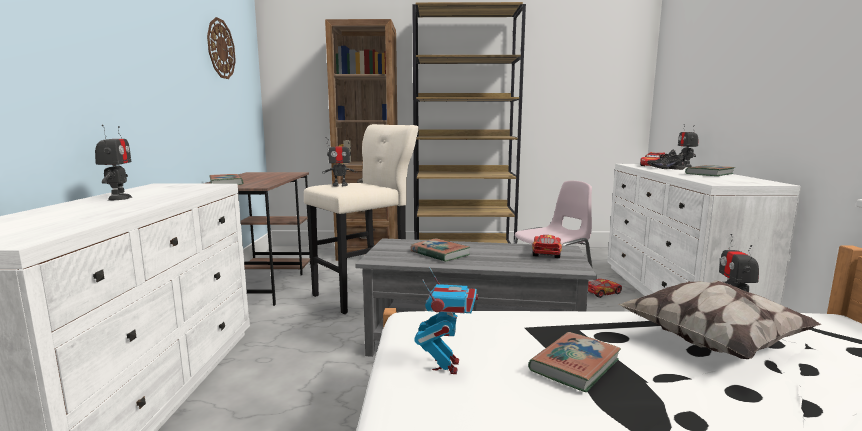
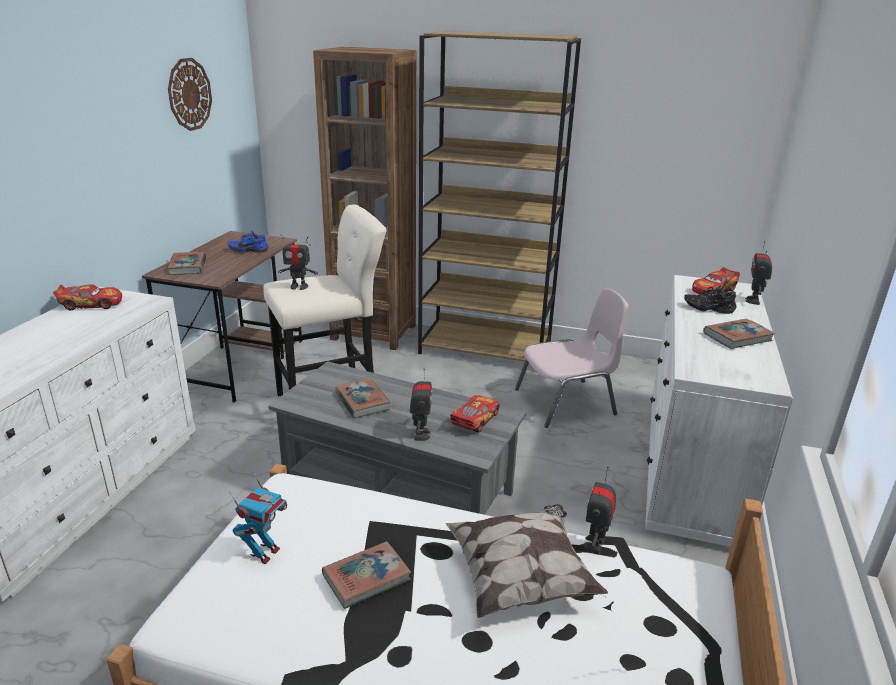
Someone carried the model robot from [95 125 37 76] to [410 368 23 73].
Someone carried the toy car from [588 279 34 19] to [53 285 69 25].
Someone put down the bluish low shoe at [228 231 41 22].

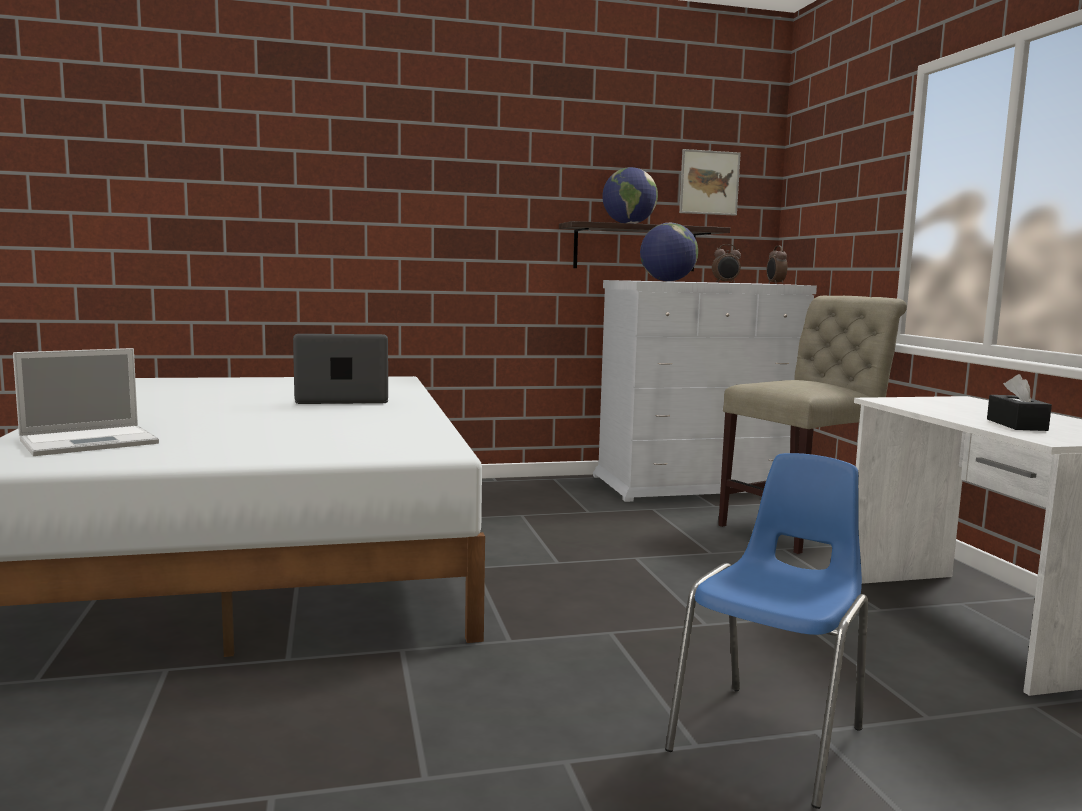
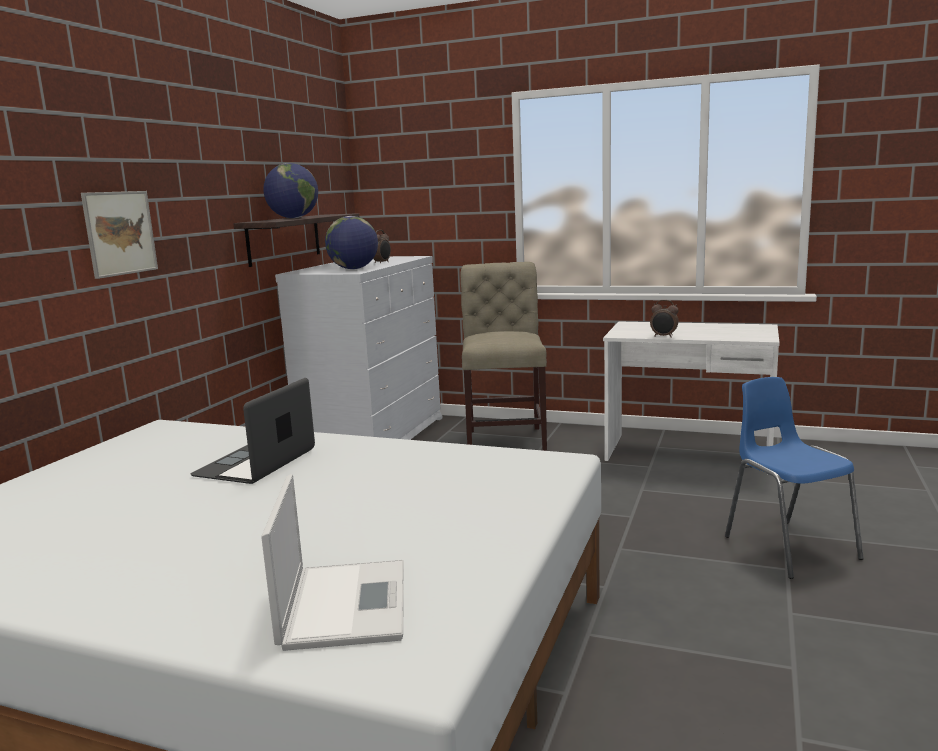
Someone carried the wall art from [679 149 62 67] to [81 191 77 88].
Someone carried the table clock from [766 246 21 38] to [650 300 29 38].
Someone took away the black-coloured tissue holder at [987 374 65 57].

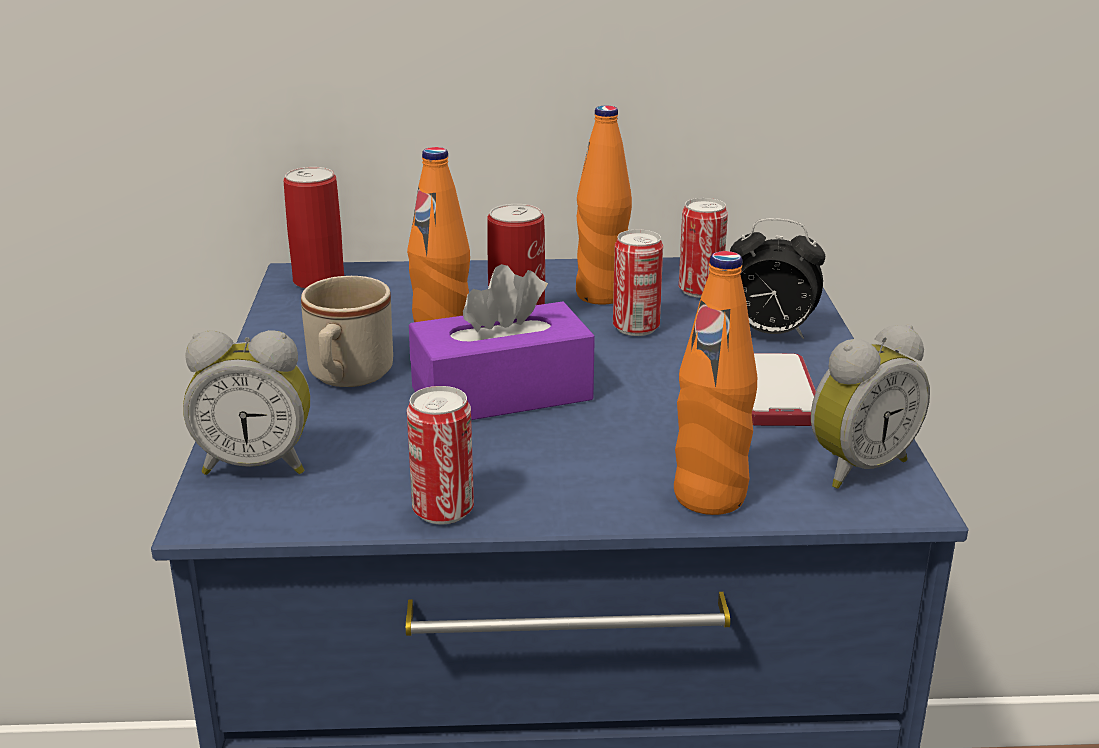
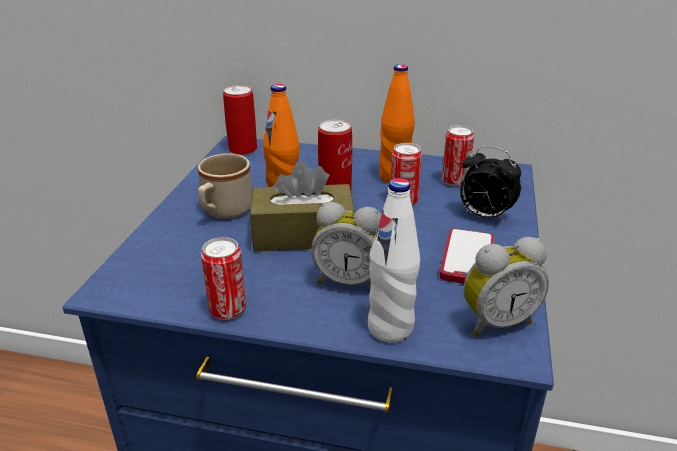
Someone carried the table clock from [183 330 127 145] to [311 202 70 86].
Someone repainted the purple tissue holder at [409 264 186 156], which became the brownish tissue holder at [250 161 105 90].
Someone repainted the orange beverage bottle at [674 251 83 264], which became the white beverage bottle at [368 178 52 165].

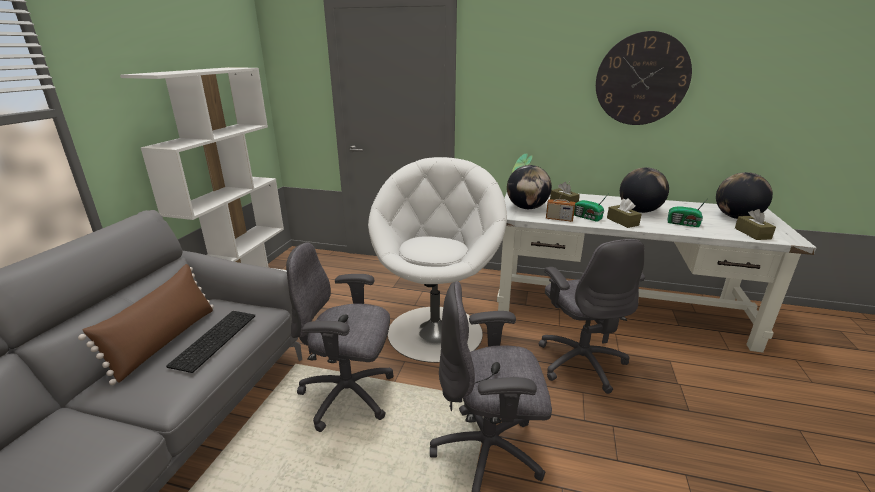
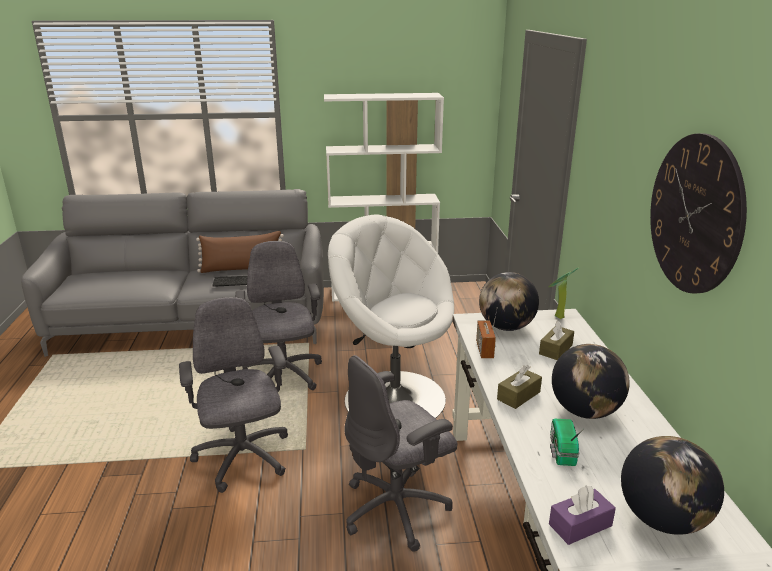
Someone rotated the white lounge chair at [368 157 139 206] by 135 degrees counterclockwise.
Someone took away the radio receiver at [574 196 33 26].
Someone repainted the brownish tissue holder at [735 209 41 31], which became the purple tissue holder at [549 486 67 59].

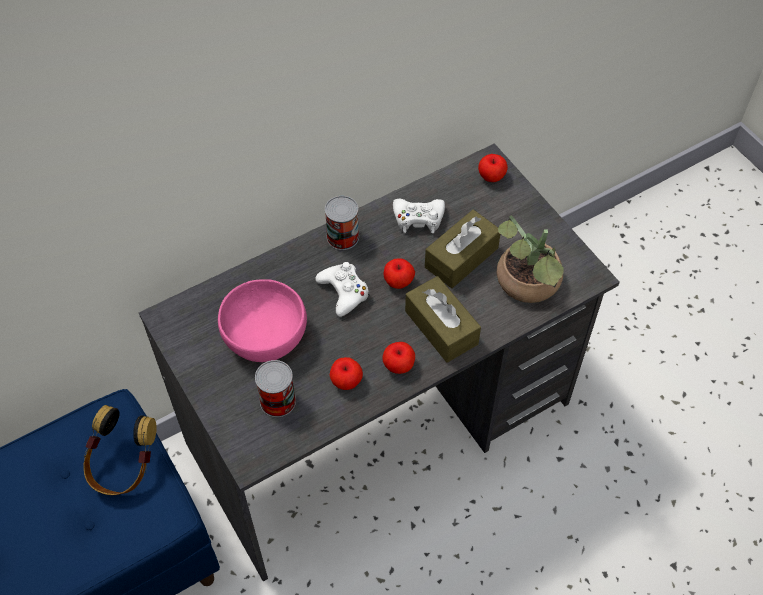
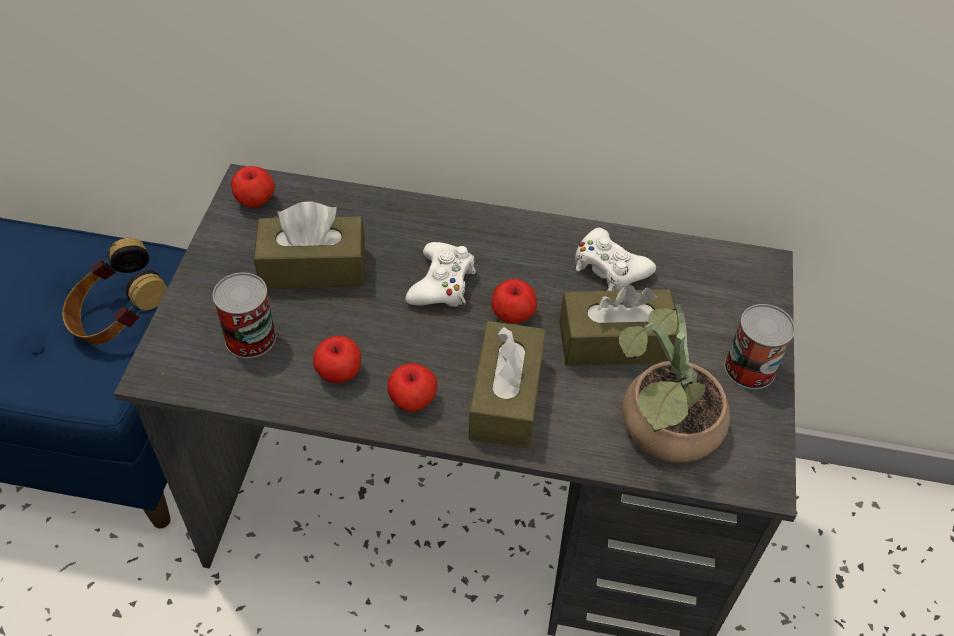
Someone swapped the pink deep dish at [218 279 89 83] for the brownish tissue holder at [254 201 111 88].
Someone carried the can from [325 196 34 54] to [724 304 71 86].
Someone carried the apple fruit from [478 154 30 28] to [231 166 44 42].

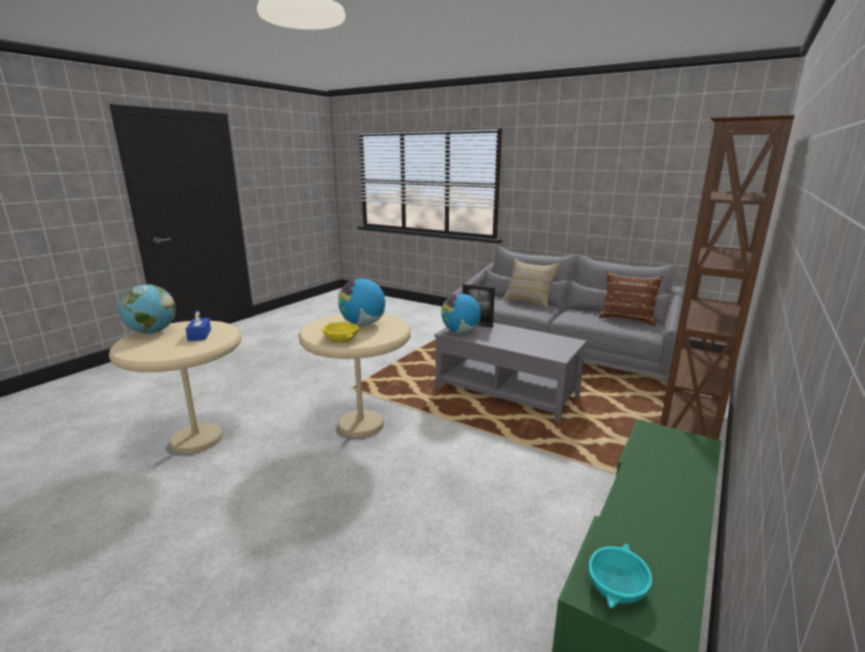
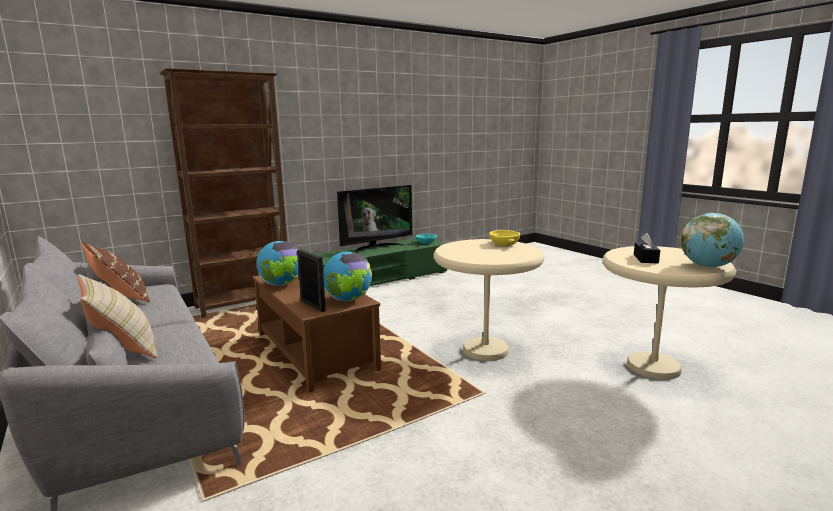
Someone repainted the bluish tissue holder at [186 311 25 30], which became the black-coloured tissue holder at [634 233 26 30].
Someone carried the world globe from [338 278 47 48] to [256 241 43 45].
Someone repainted the gray lounge table at [434 323 153 100], which became the brownish lounge table at [253 275 128 118].
Someone put down the TV set at [337 185 75 68].

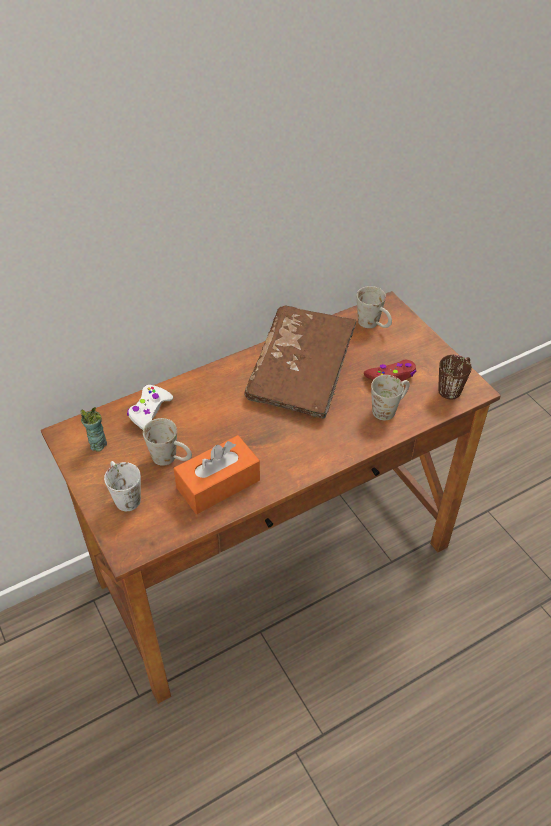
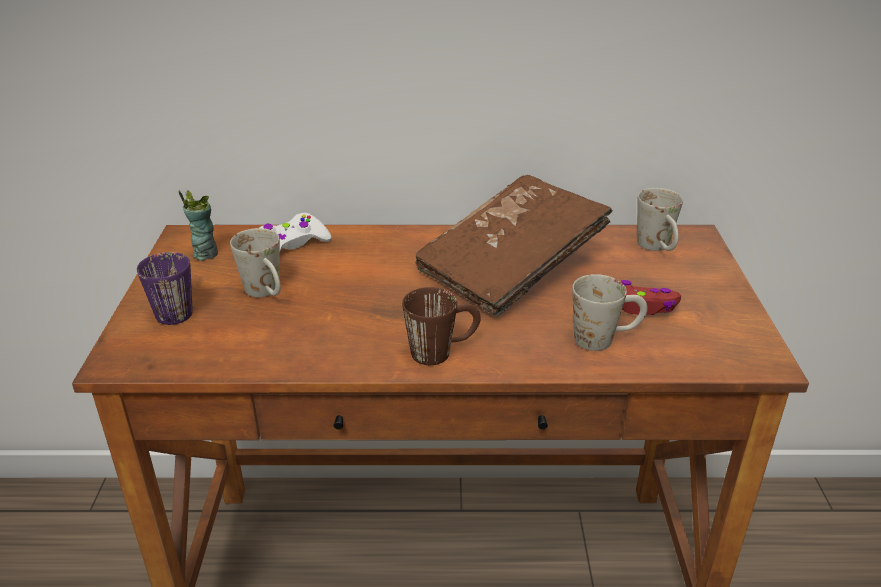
Someone repainted the white tea mug at [104 461 37 50], which became the purple tea mug at [137 252 56 73].
Someone took away the orange tissue holder at [173 435 87 79].
Someone carried the brownish tea mug from [438 355 34 45] to [402 287 79 78].

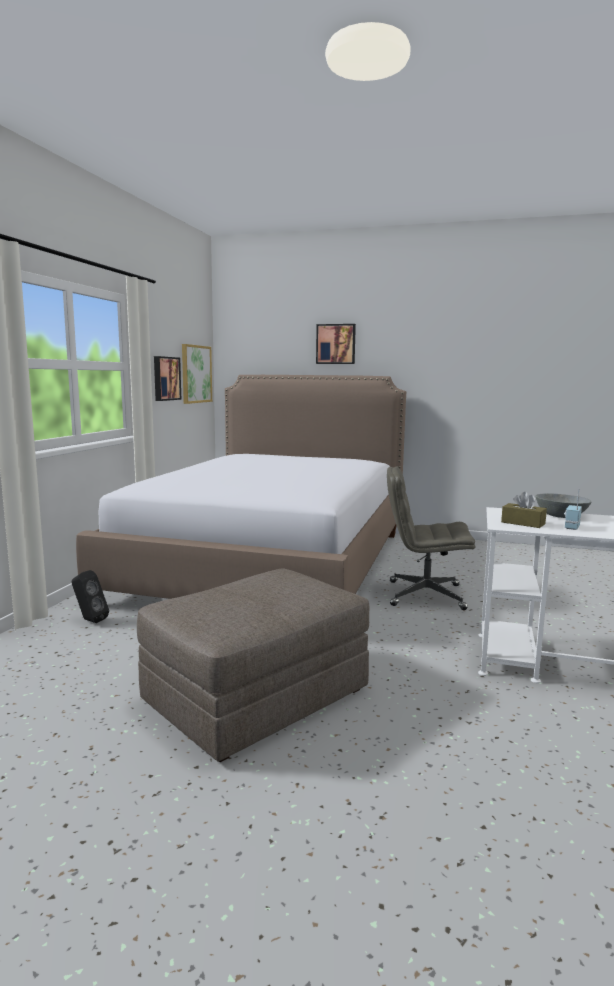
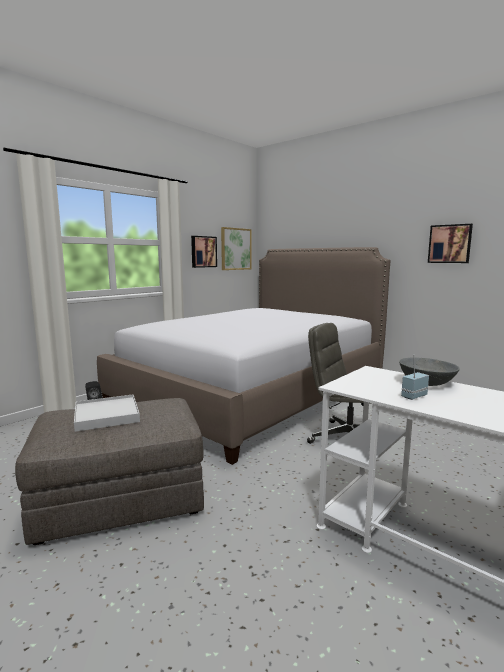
Someone carried the wall art from [316 324 40 40] to [428 224 45 39].
Someone took away the brownish tissue holder at [501 492 46 36].
Someone put down the white carrying tray at [74 395 66 37].

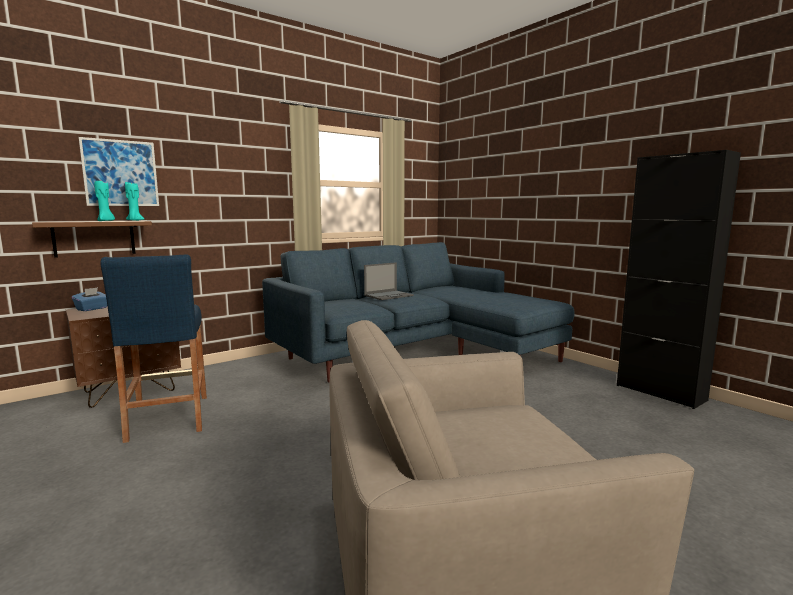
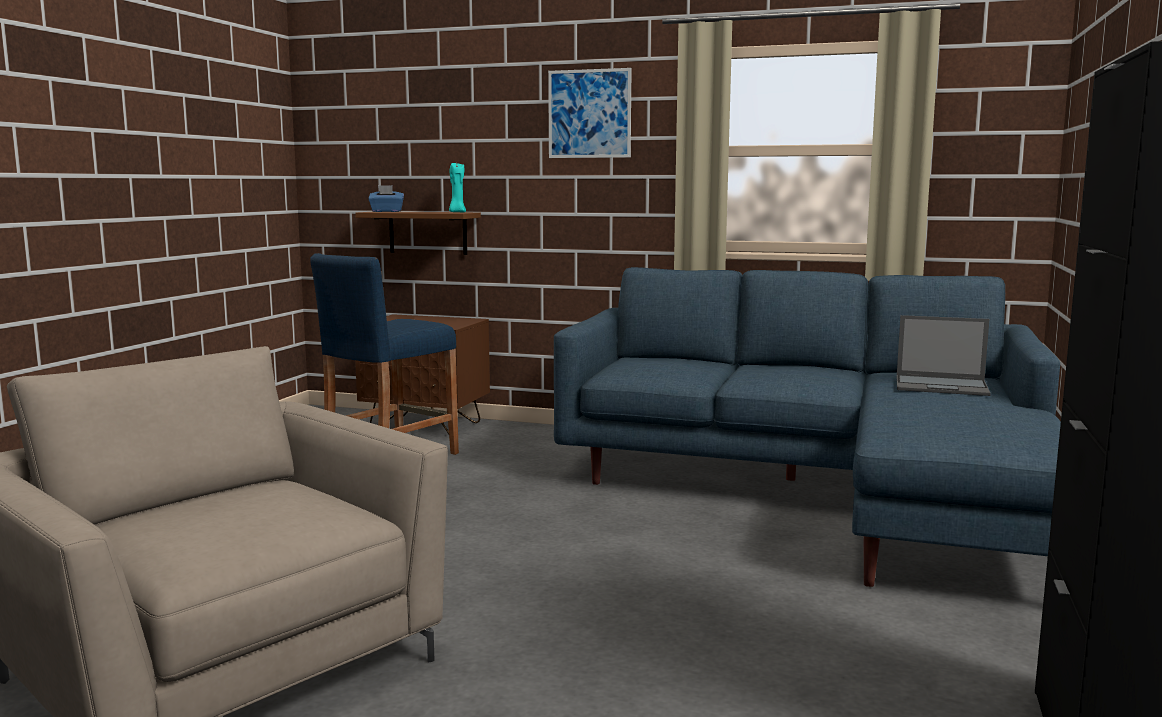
Someone carried the bluish tissue holder from [72 287 35 24] to [369 185 35 27].
Someone carried the wall art from [79 137 80 69] to [548 68 84 90].
Someone took away the blue-green wax candle at [94 181 21 40].
Someone carried the notebook computer from [364 262 50 38] to [897 315 94 81].

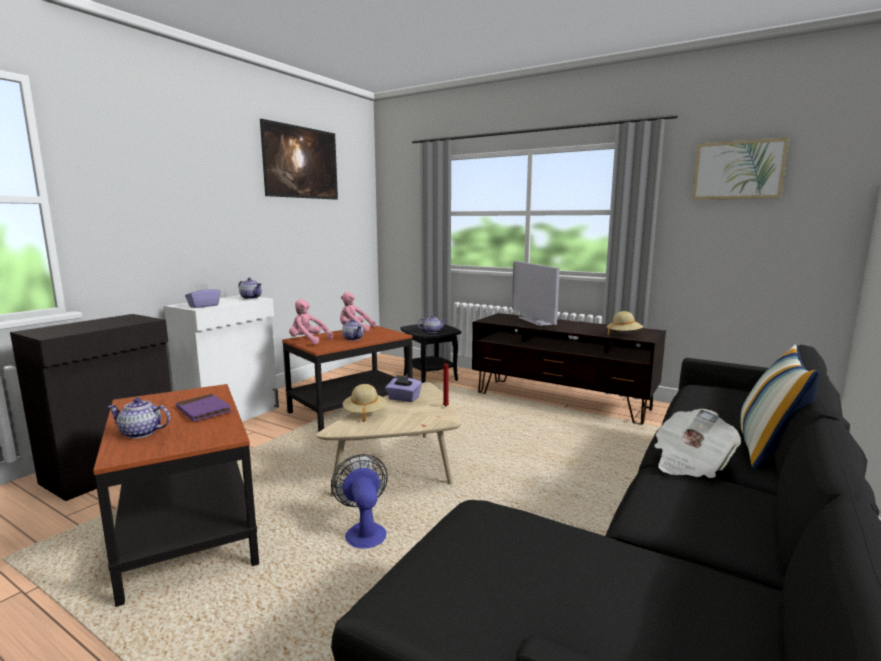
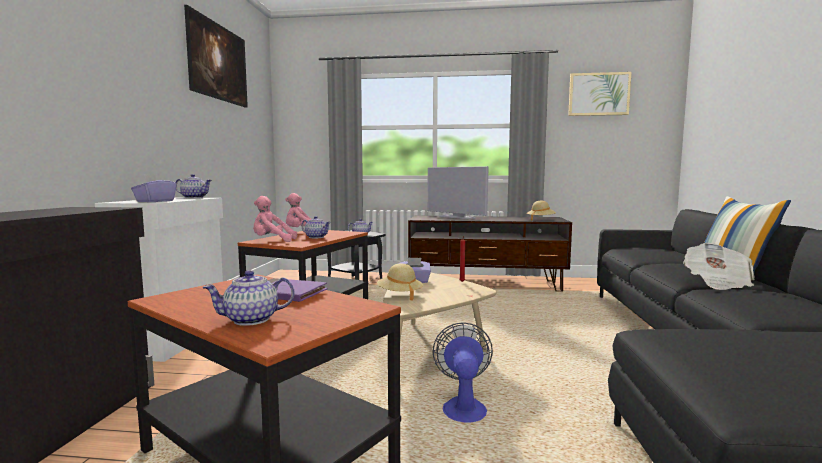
Someone rotated the cooling fan at [331 454 57 95] by 45 degrees clockwise.

